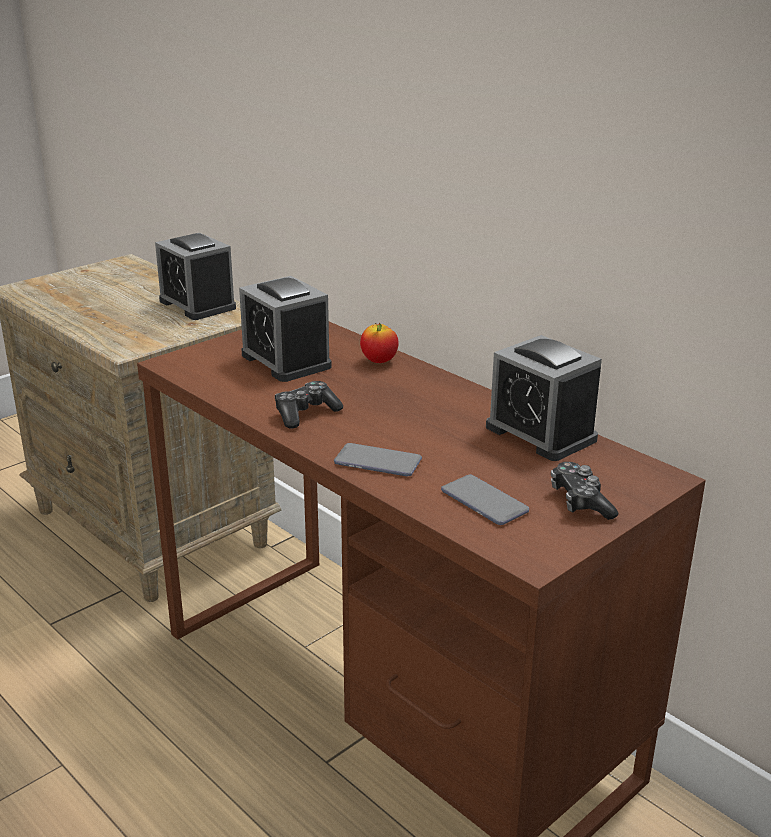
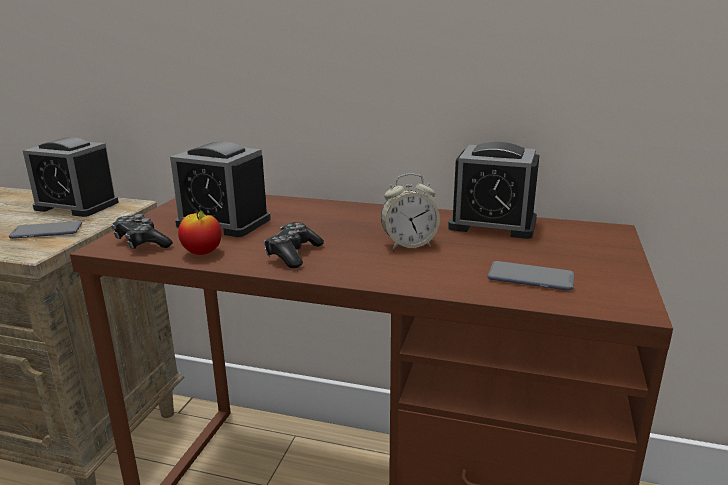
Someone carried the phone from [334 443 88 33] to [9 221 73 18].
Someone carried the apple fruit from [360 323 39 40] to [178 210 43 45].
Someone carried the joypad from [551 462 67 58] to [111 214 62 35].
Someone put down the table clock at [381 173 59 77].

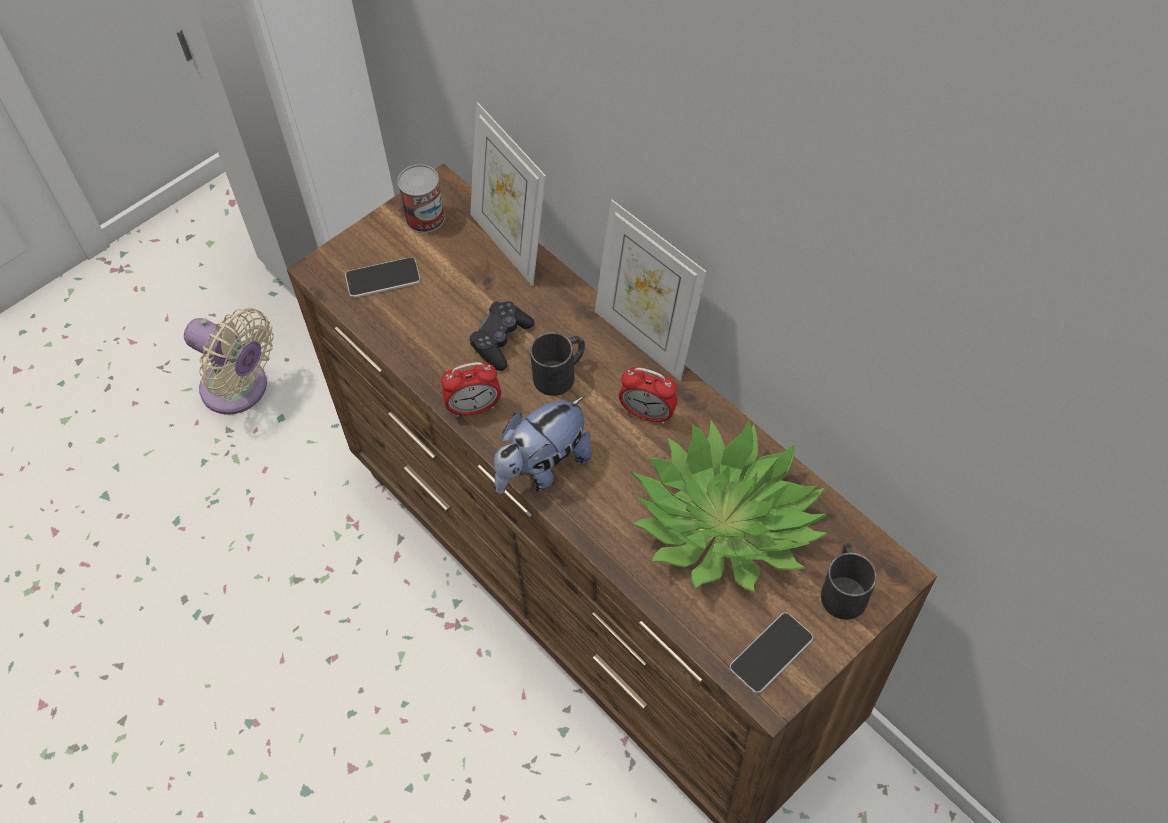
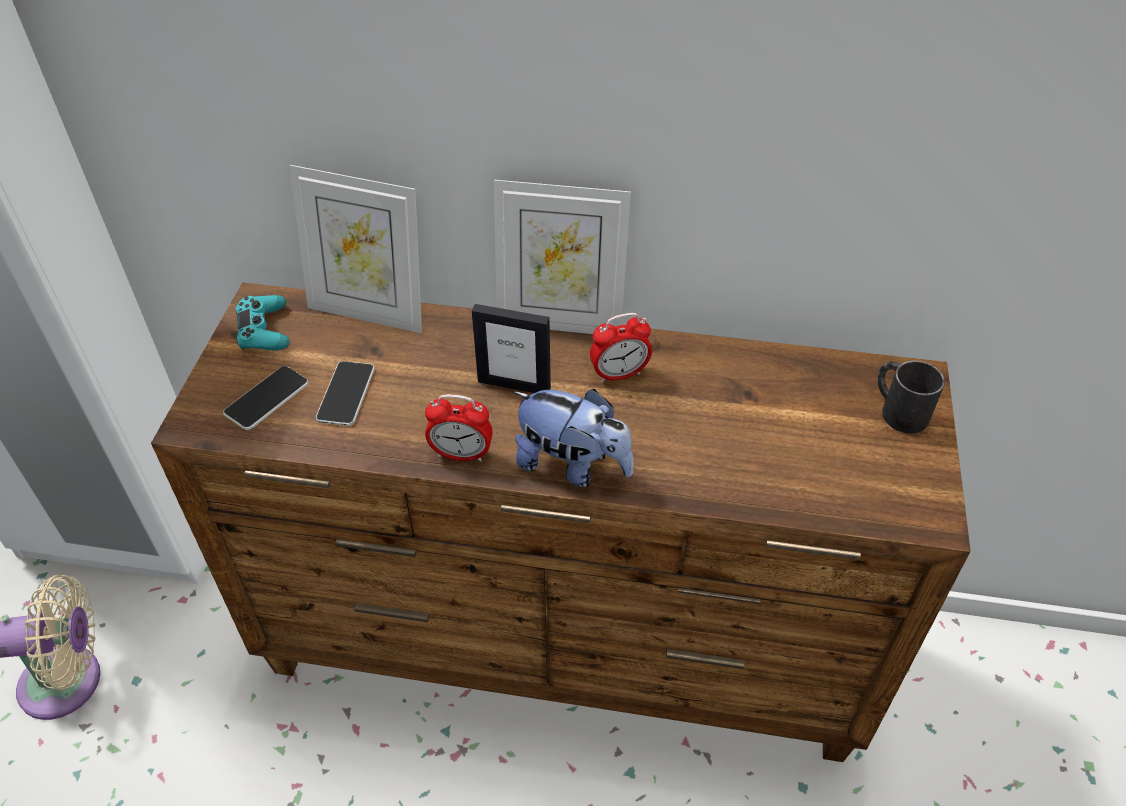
Someone swapped the can at [397 164 48 69] for the blue-green joypad at [235 295 55 55].
Someone rotated the table clock at [441 362 60 55] by 60 degrees clockwise.
Someone took away the black-coloured joypad at [469 301 66 70].
Someone rotated the cuddly toy at [494 396 99 98] by 75 degrees counterclockwise.
Someone swapped the black-coloured tea mug at [530 332 55 64] for the photo frame at [472 304 79 89].
Someone took away the plant in a pot at [630 420 198 173].
Someone carried the phone from [730 613 83 81] to [316 361 59 65].

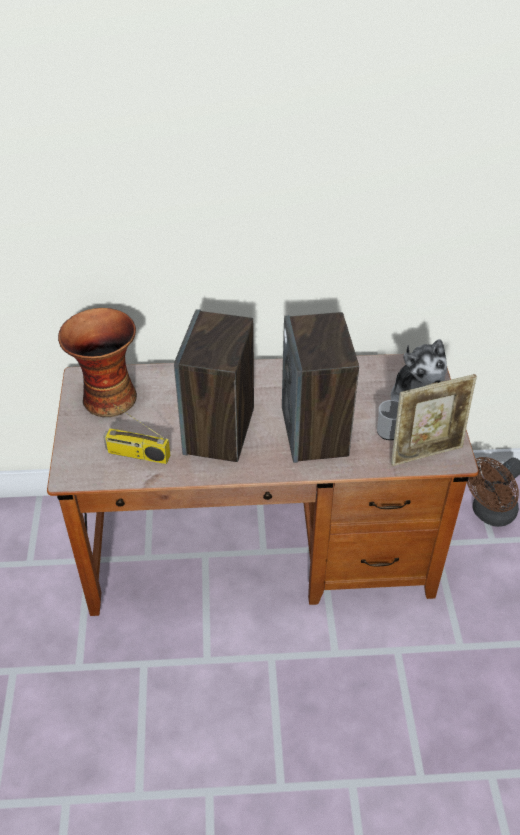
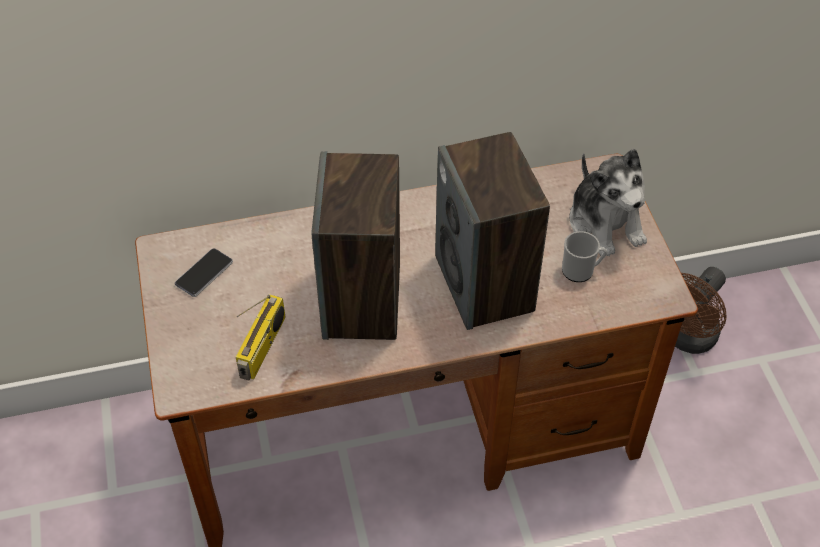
Someone swapped the vase at [58 308 79 109] for the phone at [175 248 58 49].
Someone rotated the radio receiver at [103 404 67 60] by 75 degrees counterclockwise.
Someone took away the photo frame at [391 374 86 92].

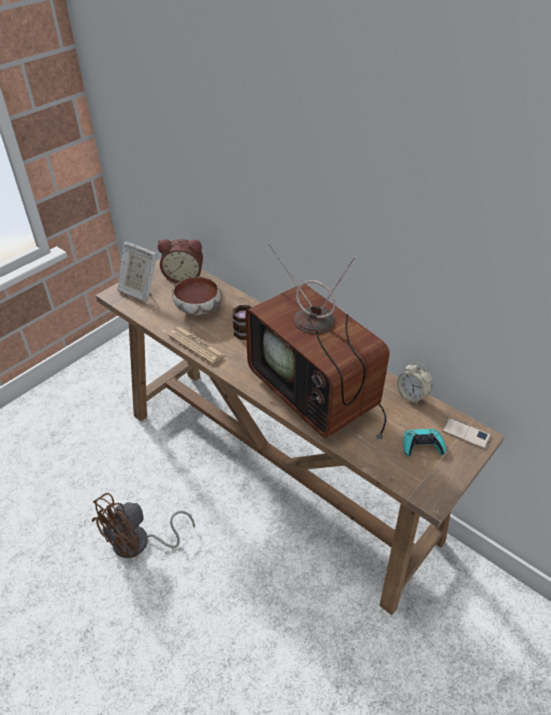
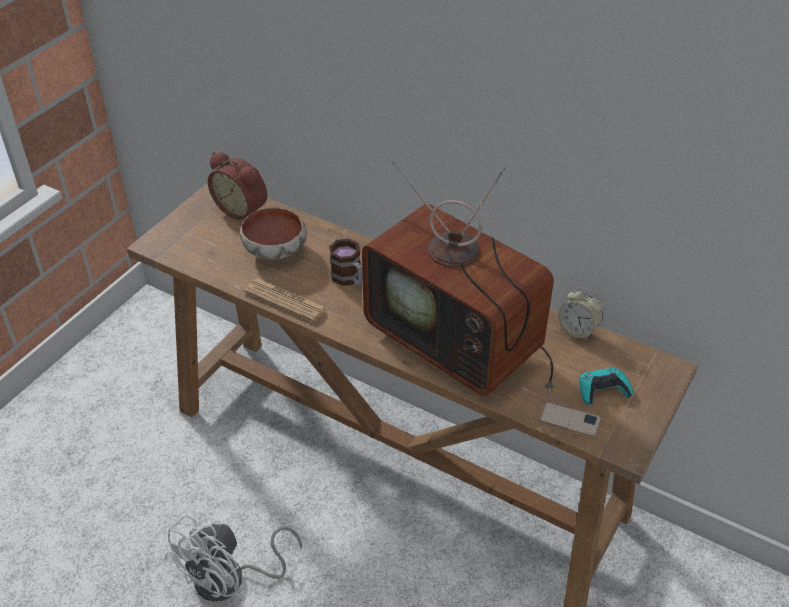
Someone repainted the brownish cooling fan at [92 493 103 65], which became the white cooling fan at [165 515 137 87].
Someone took away the photo frame at [117 242 40 60].
Someone rotated the table clock at [158 239 45 44] by 45 degrees clockwise.
Someone carried the phone from [442 418 49 31] to [539 402 62 35].

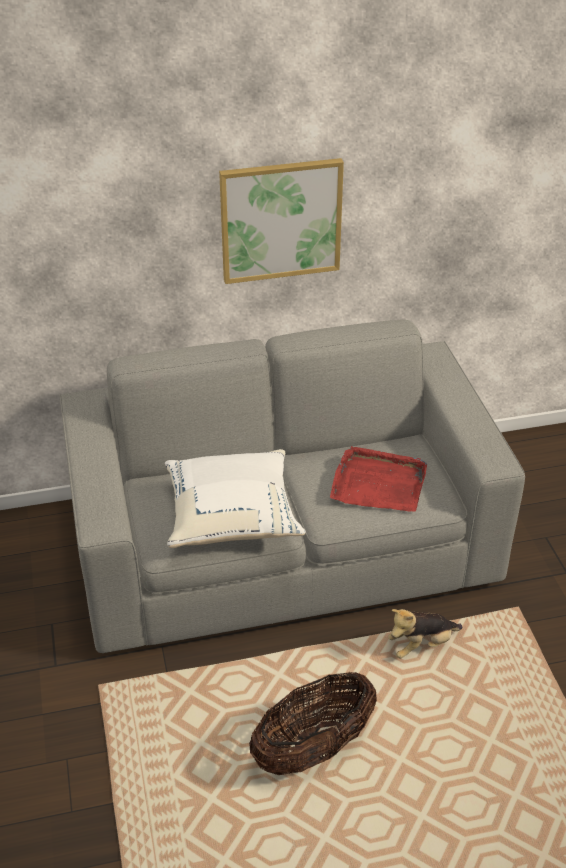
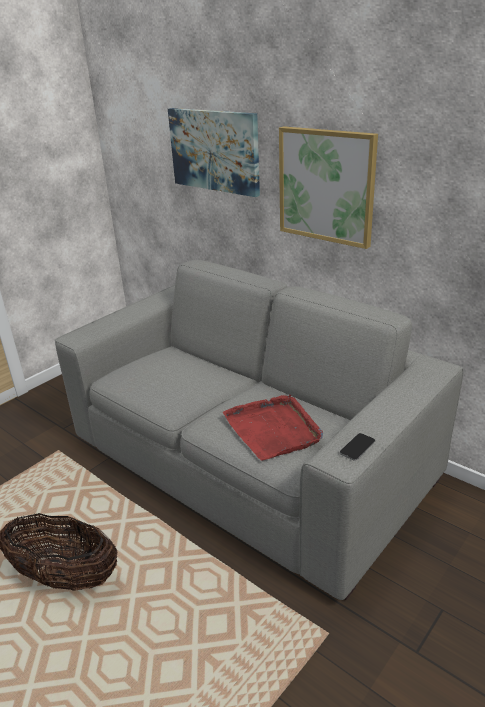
Someone took away the white throw pillow at [165 449 141 99].
Someone took away the cuddly toy at [388 609 74 49].
Someone put up the wall art at [168 108 92 89].
Someone put down the phone at [340 433 35 28].

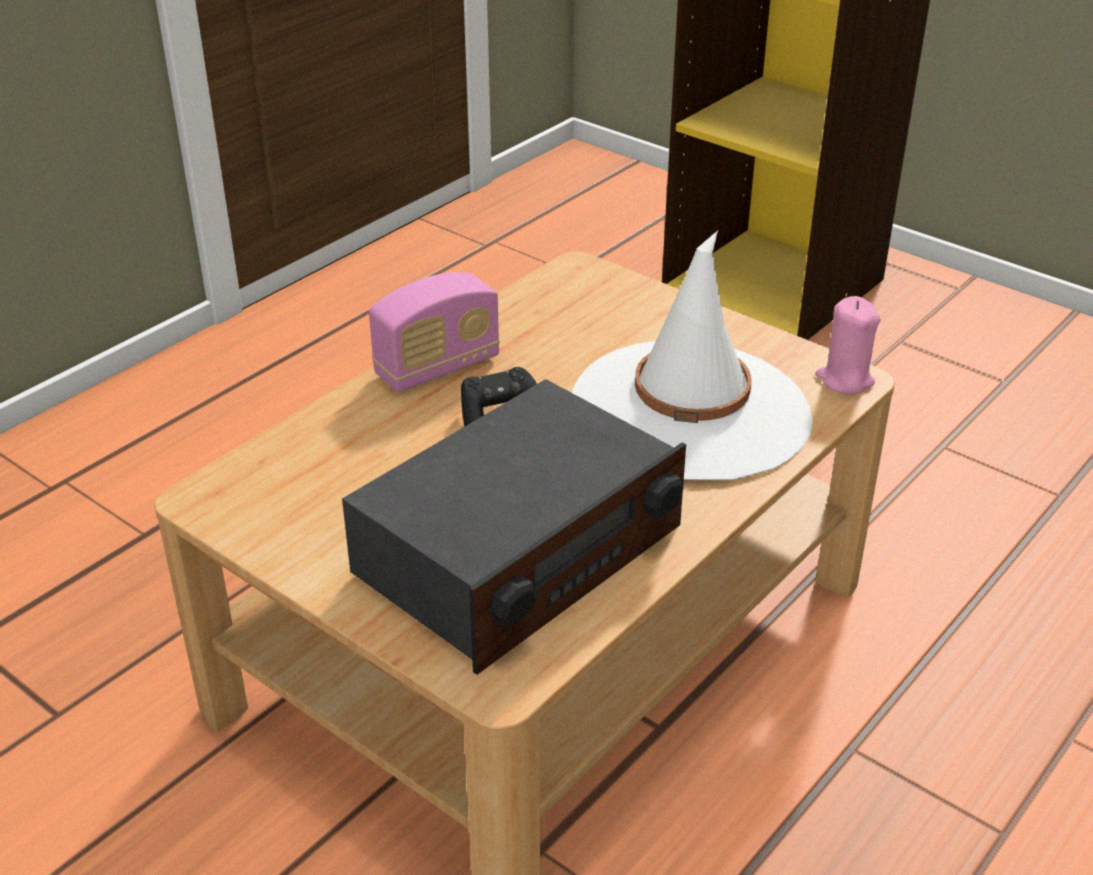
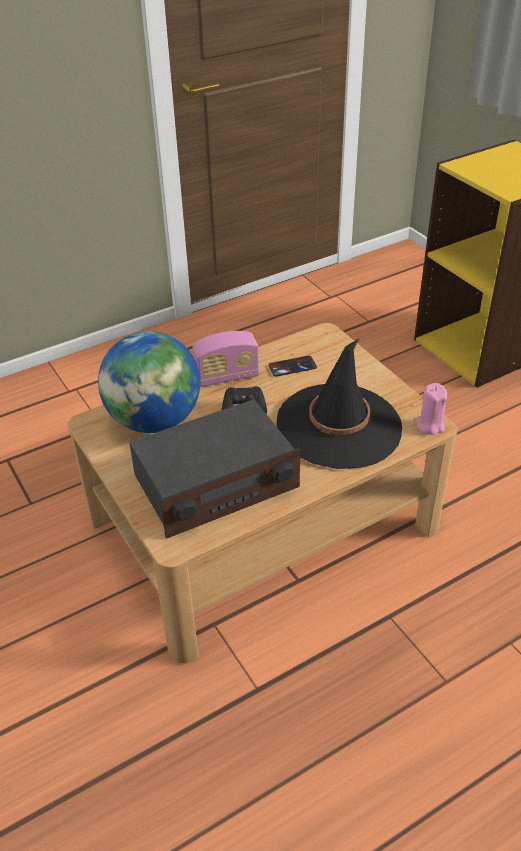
Someone repainted the white hat at [572 230 241 250], which became the black-coloured hat at [276 339 126 130].
Someone put down the world globe at [98 331 102 102].
Someone put down the phone at [268 356 49 21].

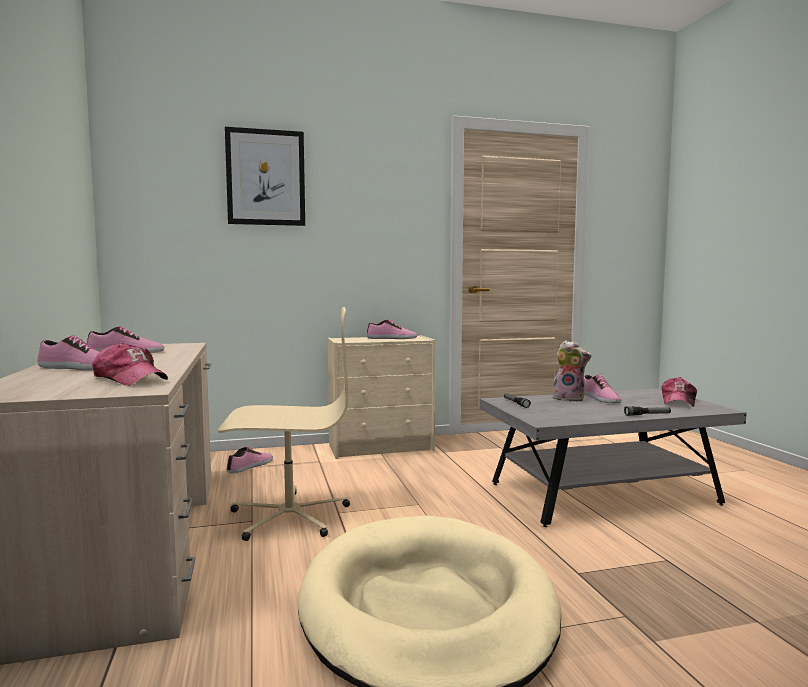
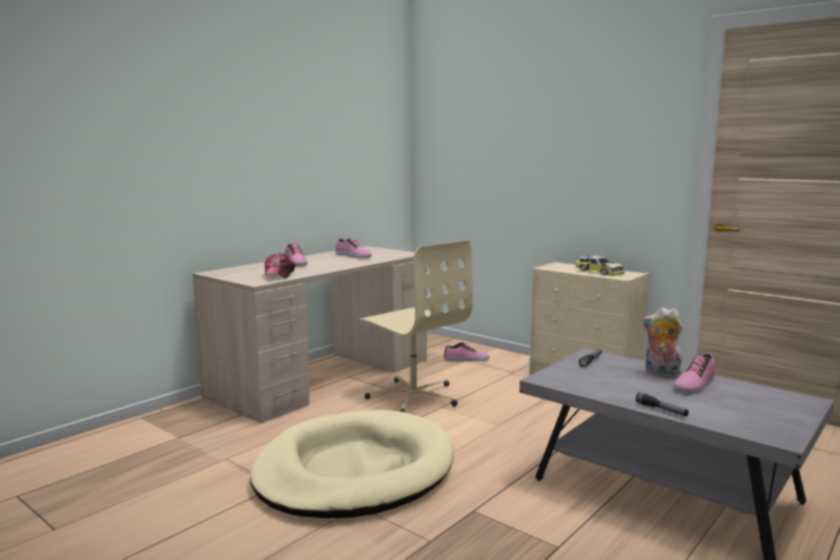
Someone took away the wall art at [225 127 80 99].
Someone swapped the low shoe at [367 319 50 20] for the toy car at [576 255 49 21].
Someone rotated the cuddly toy at [553 340 38 62] by 135 degrees clockwise.
Someone took away the baseball cap at [662 377 35 30].

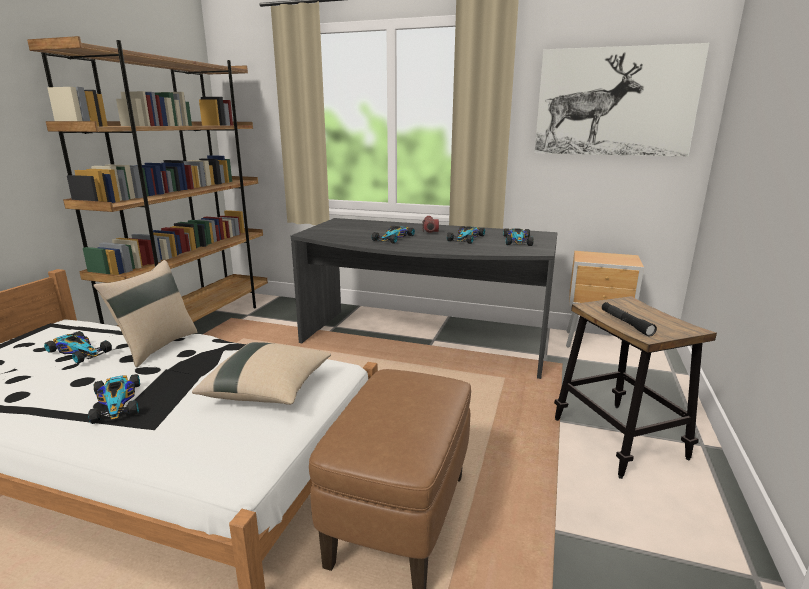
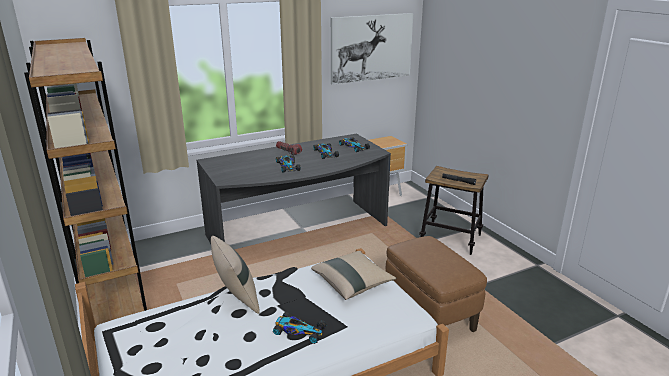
Someone took away the toy car at [44 331 68 33].

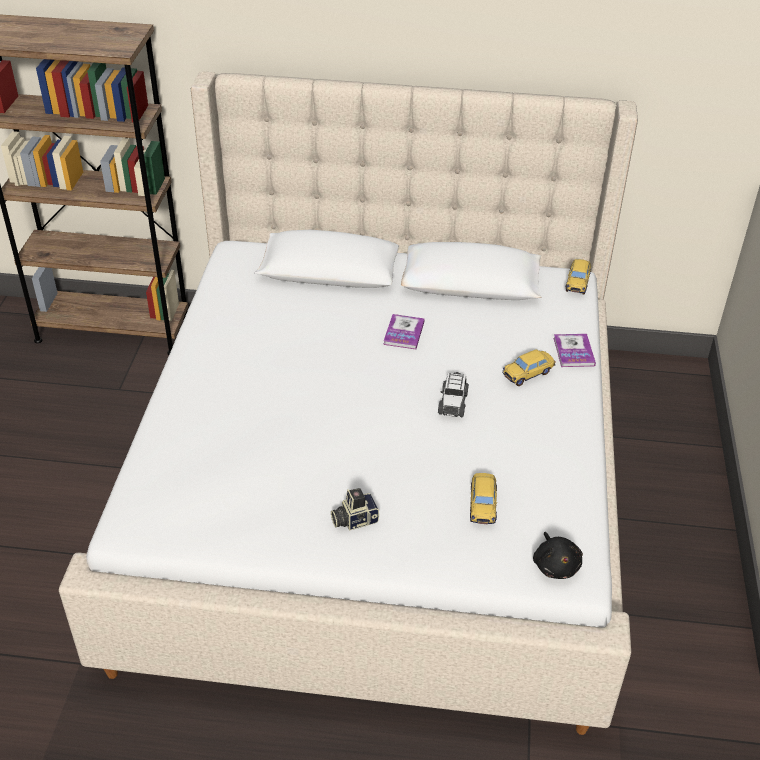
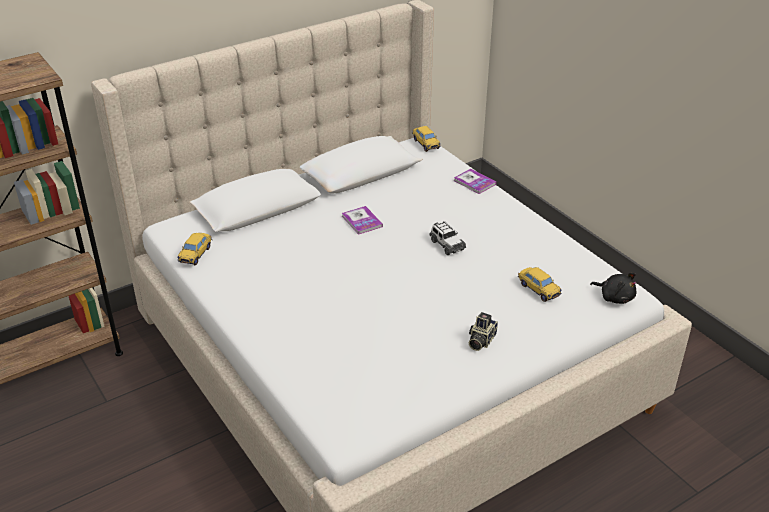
Someone carried the toy car from [502 350 54 36] to [178 233 35 32].

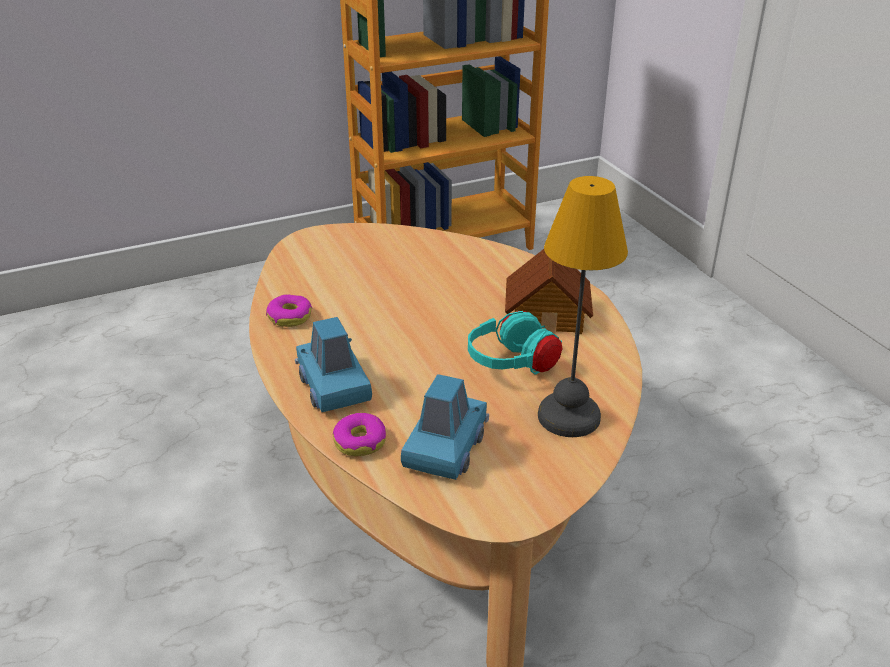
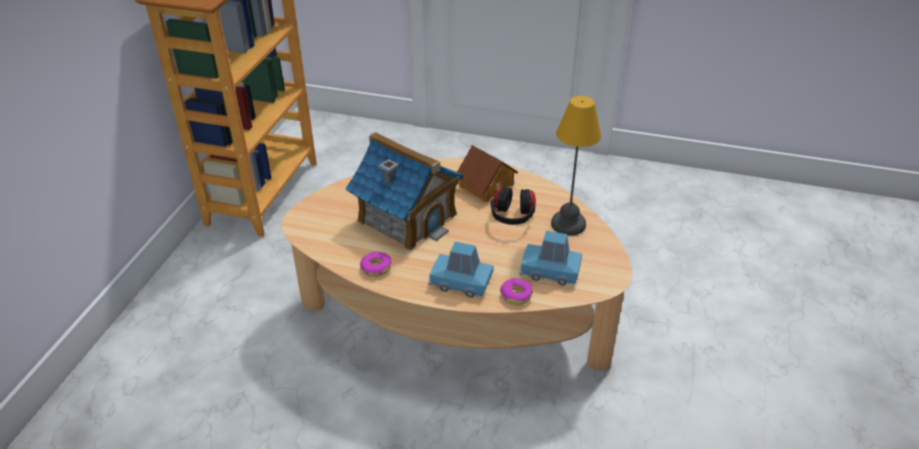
Someone rotated the bluish toy car at [401 374 88 106] by 45 degrees counterclockwise.
Someone repainted the blue-green pair of headphones at [468 311 94 64], which became the black-coloured pair of headphones at [491 186 45 39].
Someone put down the miniature house at [345 132 119 119].

